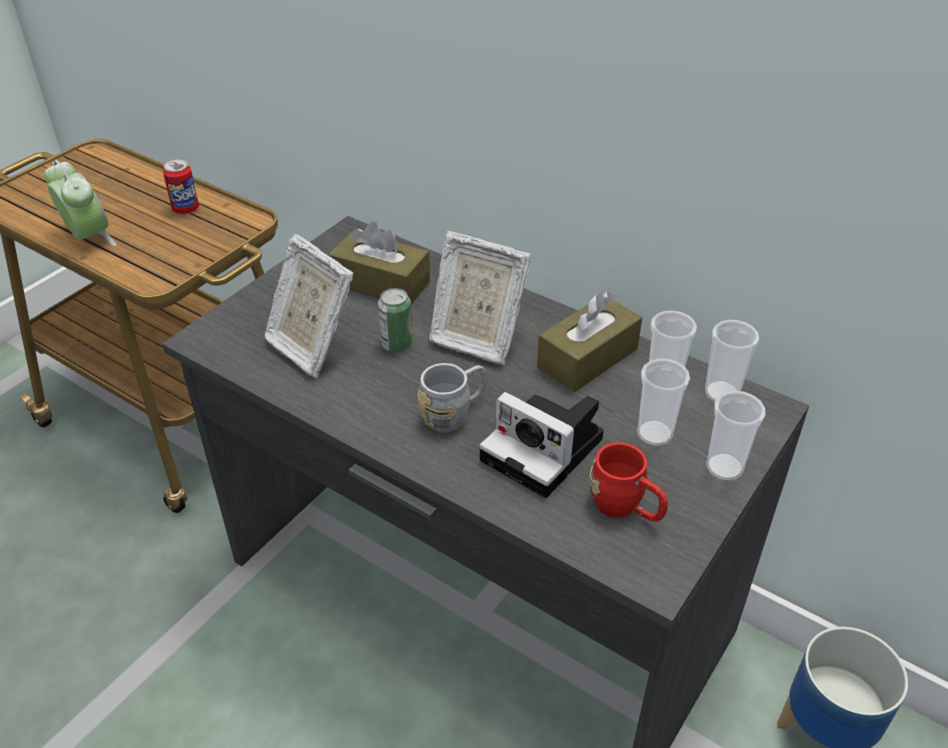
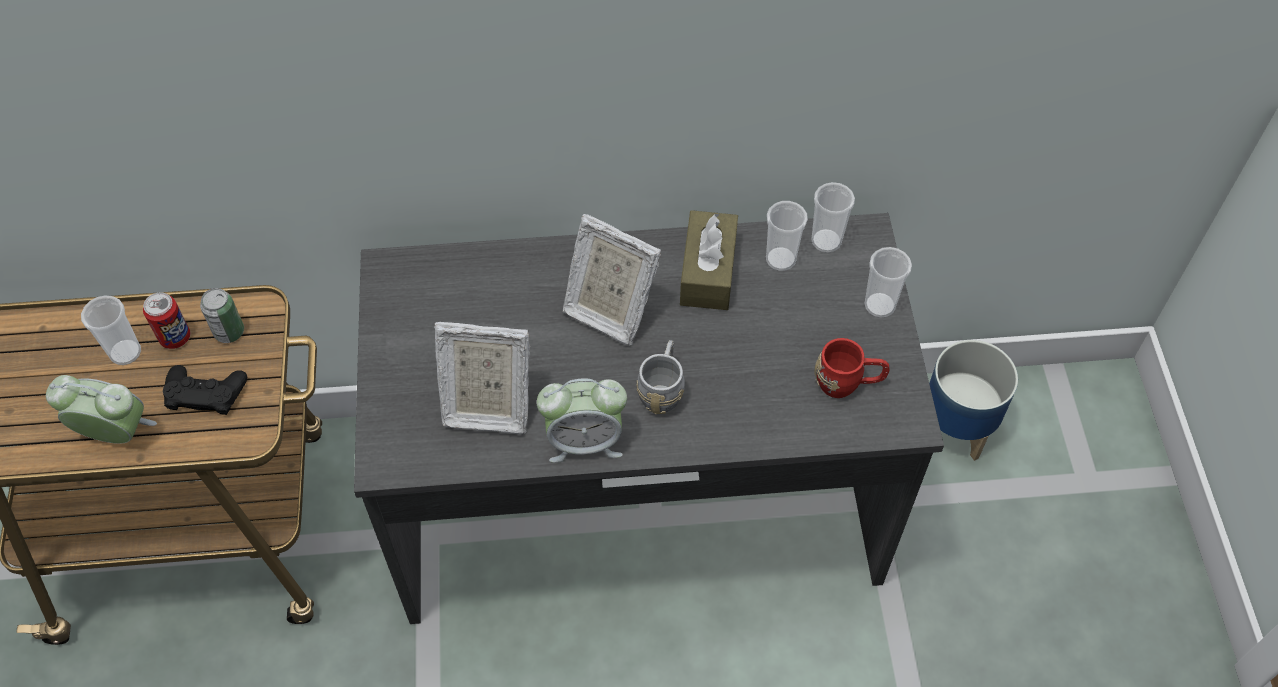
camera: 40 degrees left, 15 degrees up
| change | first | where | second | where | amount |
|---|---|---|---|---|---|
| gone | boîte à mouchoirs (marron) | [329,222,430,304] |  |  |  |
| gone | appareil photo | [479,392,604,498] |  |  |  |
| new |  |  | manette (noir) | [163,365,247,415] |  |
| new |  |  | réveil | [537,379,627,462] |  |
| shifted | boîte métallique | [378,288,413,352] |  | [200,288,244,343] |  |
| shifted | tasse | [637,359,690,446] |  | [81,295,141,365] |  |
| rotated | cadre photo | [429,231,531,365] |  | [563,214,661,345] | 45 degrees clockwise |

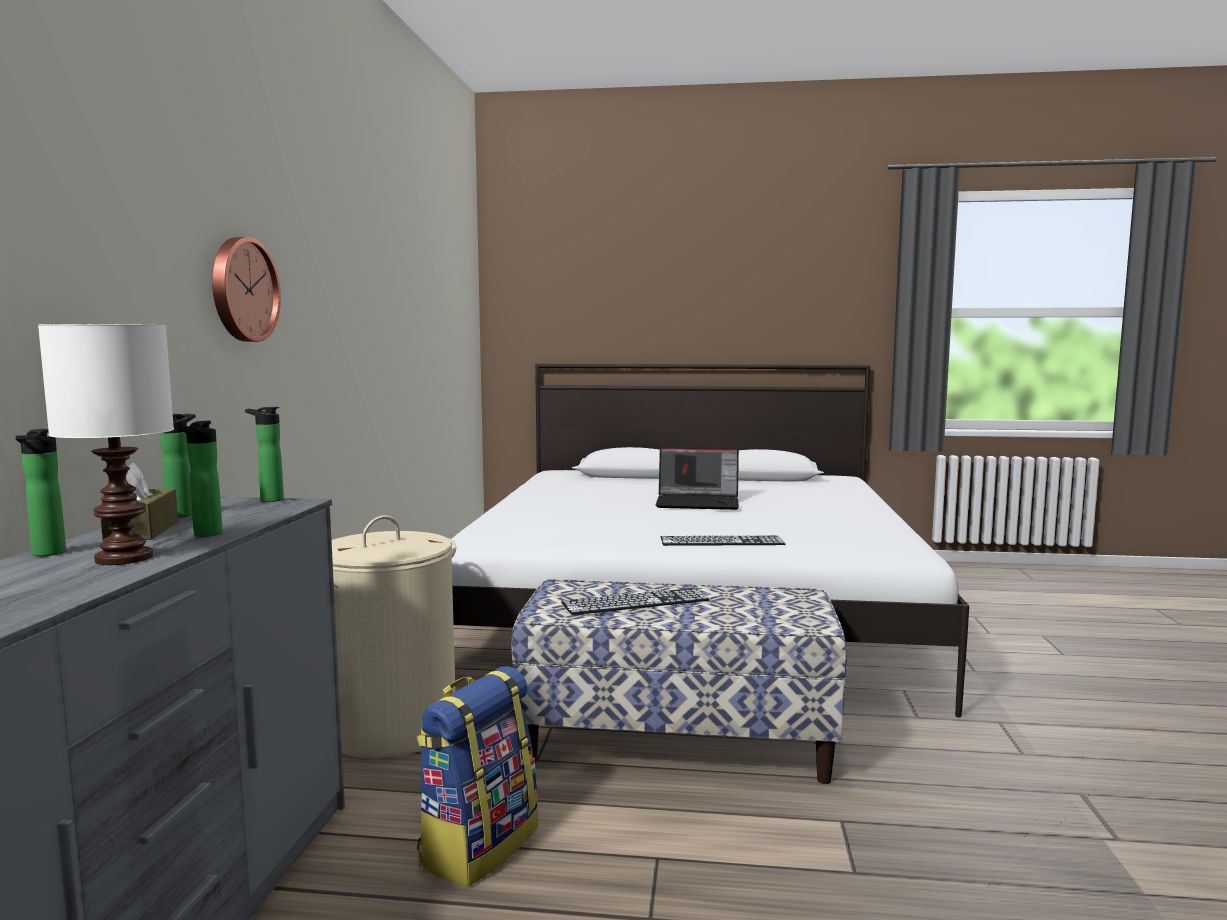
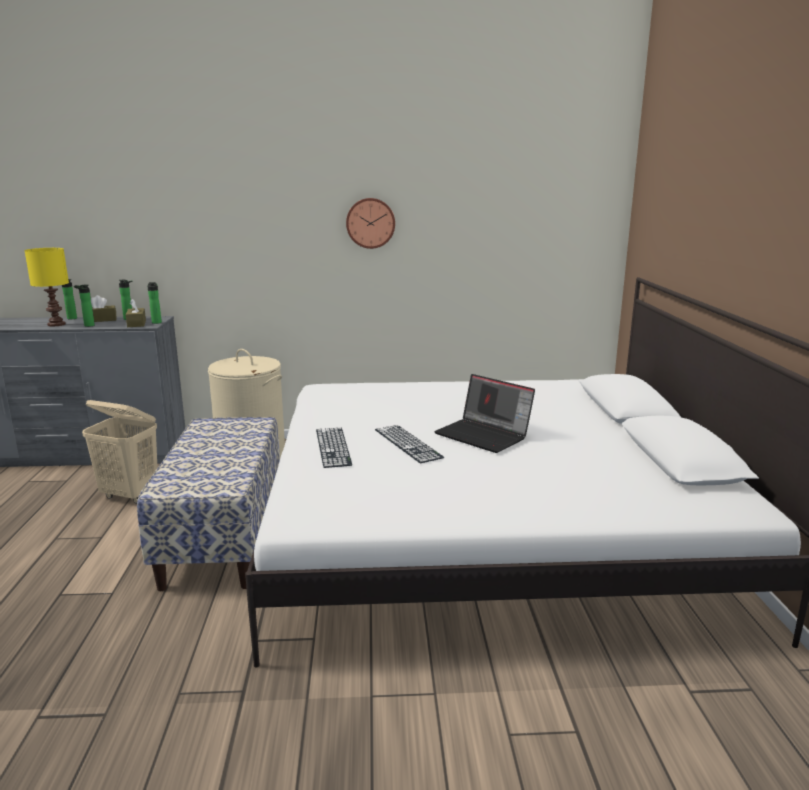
camera: 80 degrees right, 10 degrees up
| change | first | where | second | where | amount |
|---|---|---|---|---|---|
| new |  |  | boîte à mouchoirs (marron) | [126,299,146,327] |  |
| shifted | horloge murale | [212,237,281,342] |  | [346,198,395,249] |  |
| shifted | clavier | [561,588,709,615] |  | [375,425,444,463] |  |
| swapped | sac à dos | [416,666,538,887] | panier à linge (beige) | [82,400,158,504] |  |
| repainted | lampe de table (blanc) | [38,324,174,565] | lampe de table (jaune) | [24,248,69,326] |  |
| rotated | ordinateur portable | [656,447,739,510] |  | [434,374,535,453] | 45 degrees counterclockwise |

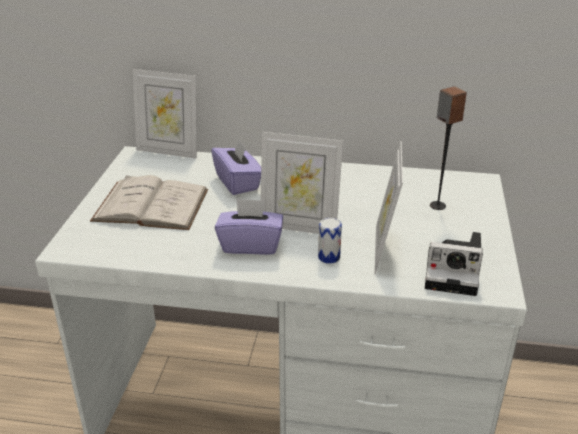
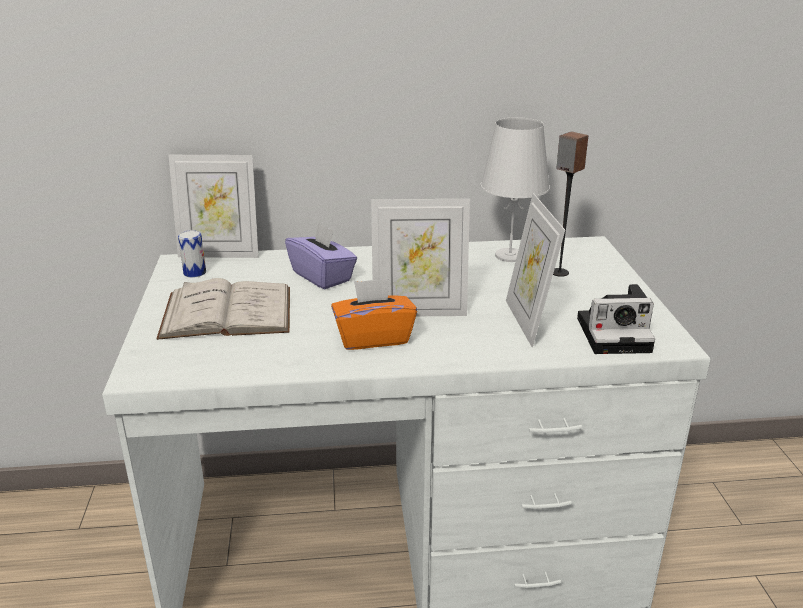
camera: 15 degrees left, 5 degrees down
| change | first | where | second | where | amount |
|---|---|---|---|---|---|
| new |  |  | lampe de table (blanc) | [480,117,550,262] |  |
| shifted | boîte métallique | [318,218,342,264] |  | [178,230,206,278] |  |
| repainted | boîte à mouchoirs (violet) | [215,198,283,255] | boîte à mouchoirs (orange) | [331,278,417,350] |  |

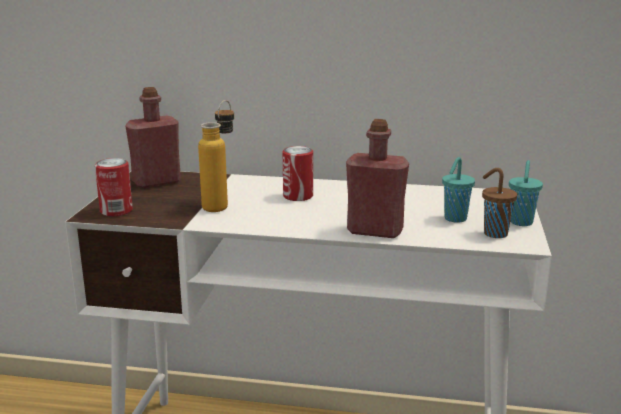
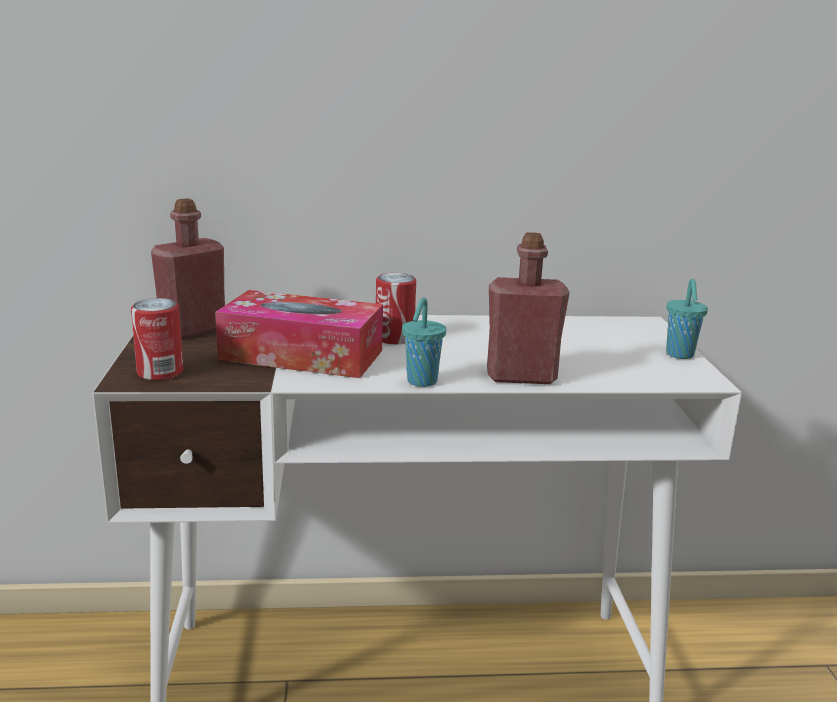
camera: 15 degrees left, 0 degrees up
| change | first | where | second | where | amount |
|---|---|---|---|---|---|
| gone | tasse (marron) | [482,168,517,238] |  |  |  |
| shifted | tasse (turquoise) | [442,157,475,223] |  | [402,297,446,387] |  |
| swapped | bouteille | [198,100,234,212] | boîte à mouchoirs | [215,290,383,378] |  |

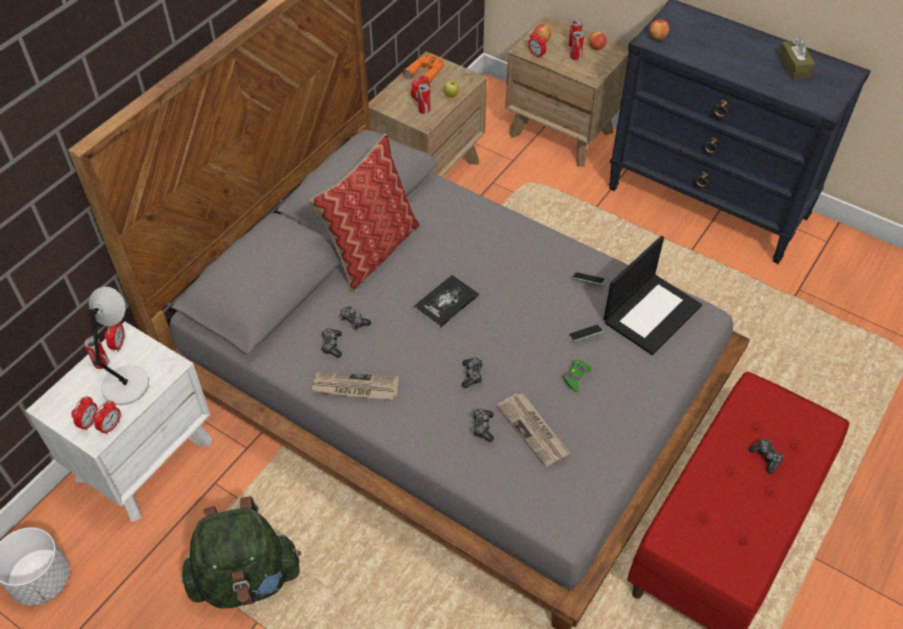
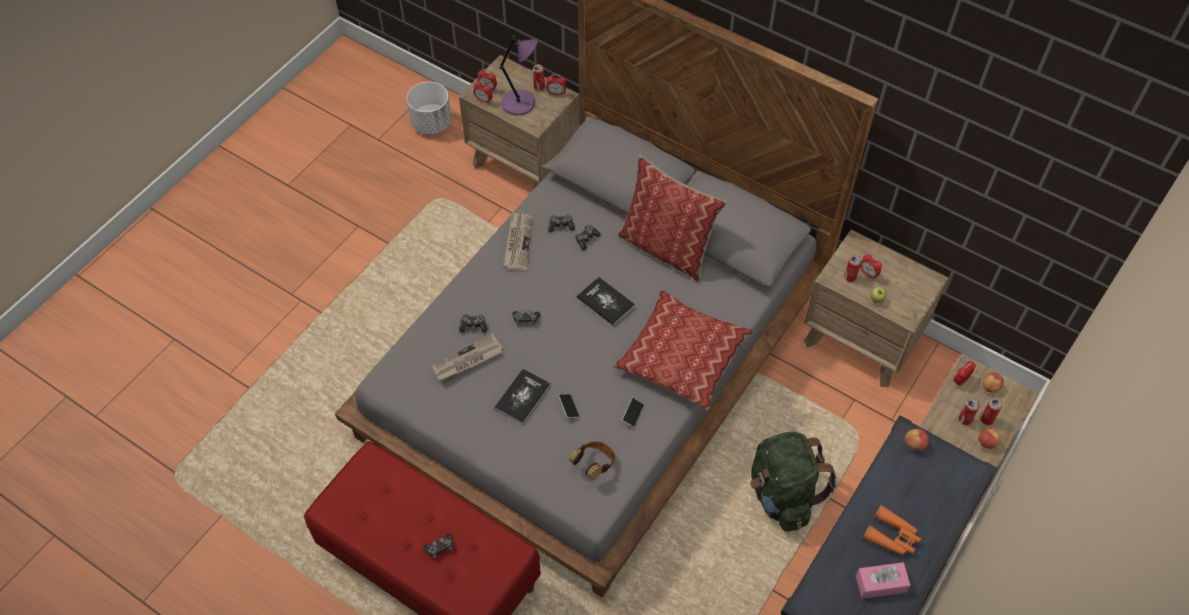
camera: 90 degrees right, 5 degrees up
| change | first | where | second | where | amount |
|---|---|---|---|---|---|
| new |  |  | coussin | [613,290,754,411] |  |
| shifted | sac à dos (vert) | [181,496,301,608] |  | [750,432,837,532] |  |
| shifted | jumelles (orange) | [403,54,444,84] |  | [863,505,921,556] |  |
| swapped | manette (vert) | [563,360,591,392] | livre | [494,369,551,424] |  |
| swapped | ordinateur portable | [604,236,702,355] | casque audio | [569,441,615,479] |  |
| repainted | table de chevet (blanc) | [26,322,212,522] | table de chevet (marron) | [459,55,580,188] |  |
| repainted | lampe de table (gris) | [87,287,149,405] | lampe de table (violet) | [499,35,538,115] |  |
| repainted | boîte à mouchoirs (marron) | [778,38,815,79] | boîte à mouchoirs (rose) | [856,562,910,599] |  |

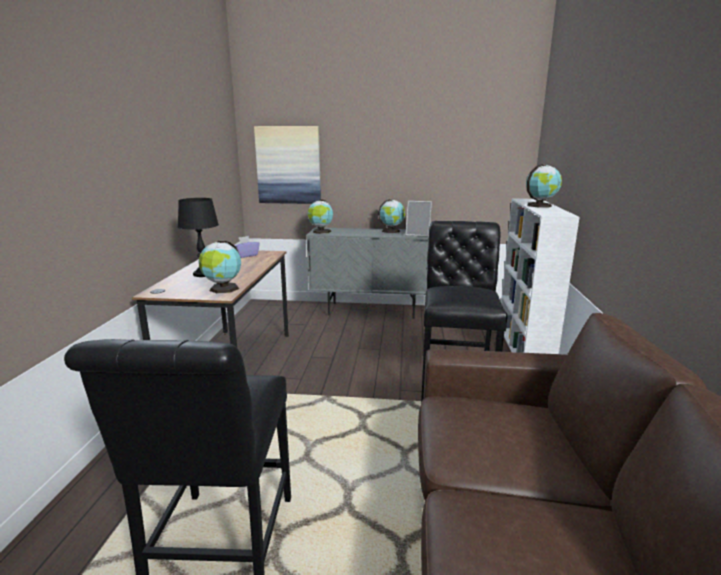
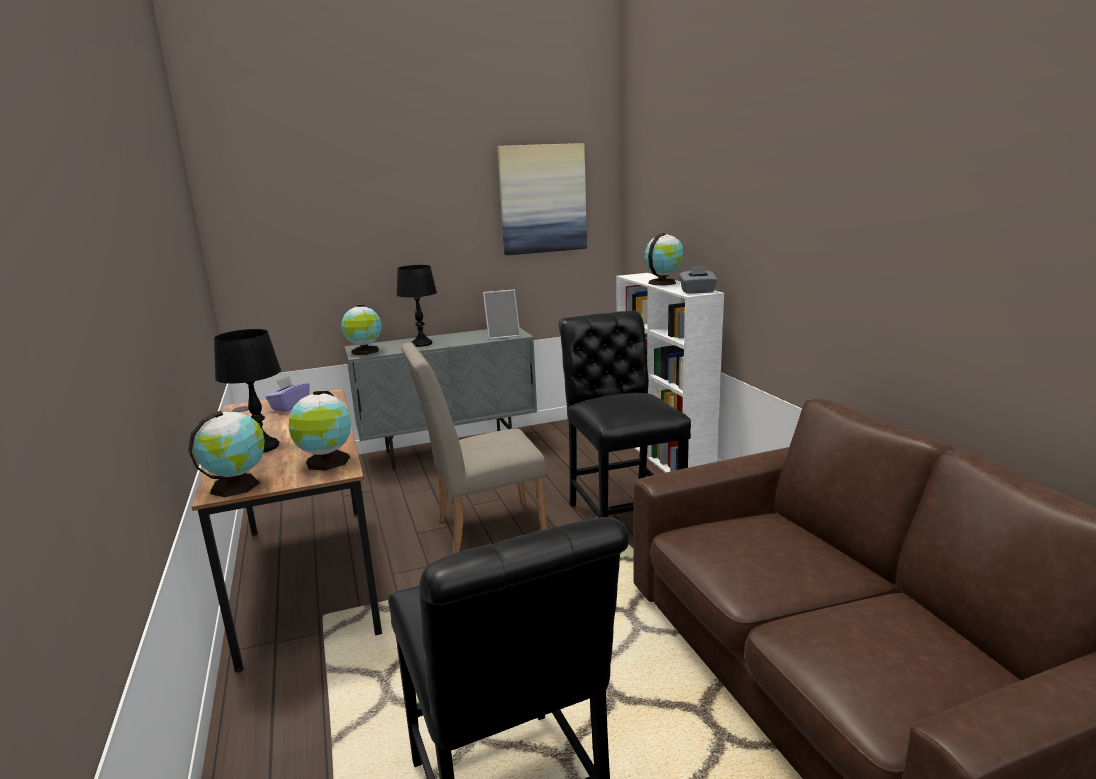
camera: 25 degrees left, 0 degrees up
| change | first | where | second | where | amount |
|---|---|---|---|---|---|
| new |  |  | lampe de table (noir) | [396,265,437,347] |  |
| new |  |  | chaise (beige) | [401,342,547,554] |  |
| new |  |  | boîte à mouchoirs (gris) | [679,266,717,294] |  |
| shifted | tableau | [254,126,321,204] |  | [498,143,587,255] |  |
| shifted | globe | [378,199,405,233] |  | [188,411,265,497] |  |

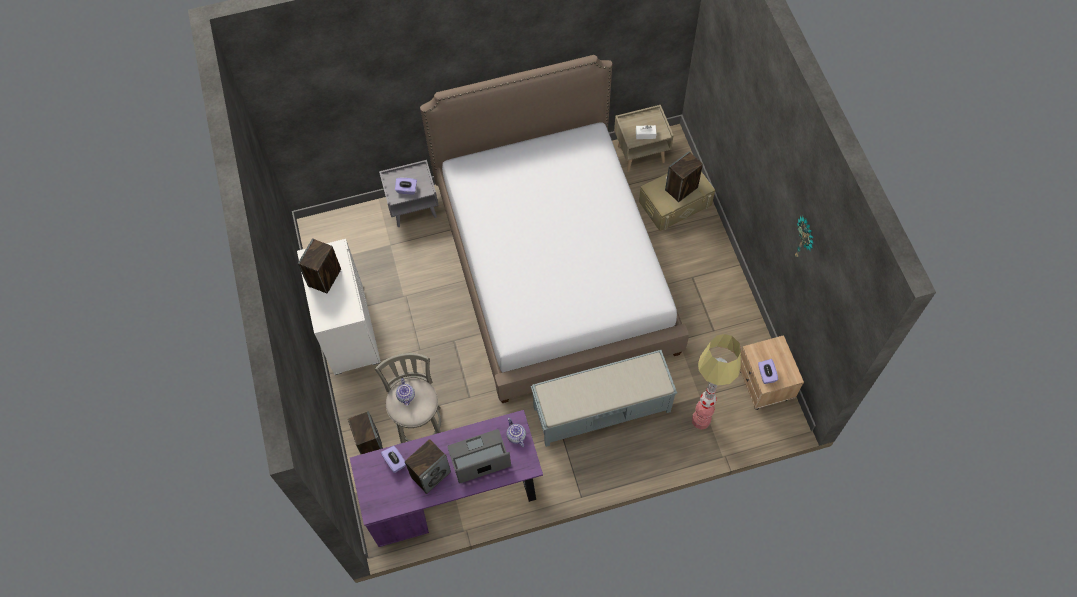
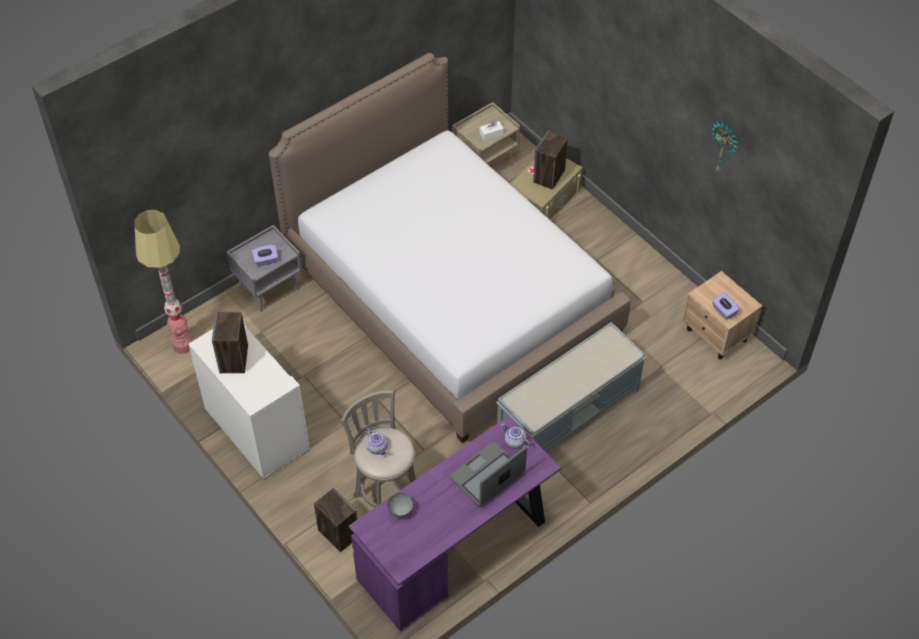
camera: 25 degrees left, 10 degrees down
| change | first | where | second | where | amount |
|---|---|---|---|---|---|
| gone | enceinte | [405,439,451,494] |  |  |  |
| shifted | lampadaire | [692,334,741,430] |  | [134,210,192,354] |  |
| swapped | boîte à mouchoirs (violet) | [381,446,406,473] | bol (gris) | [388,493,413,518] |  |

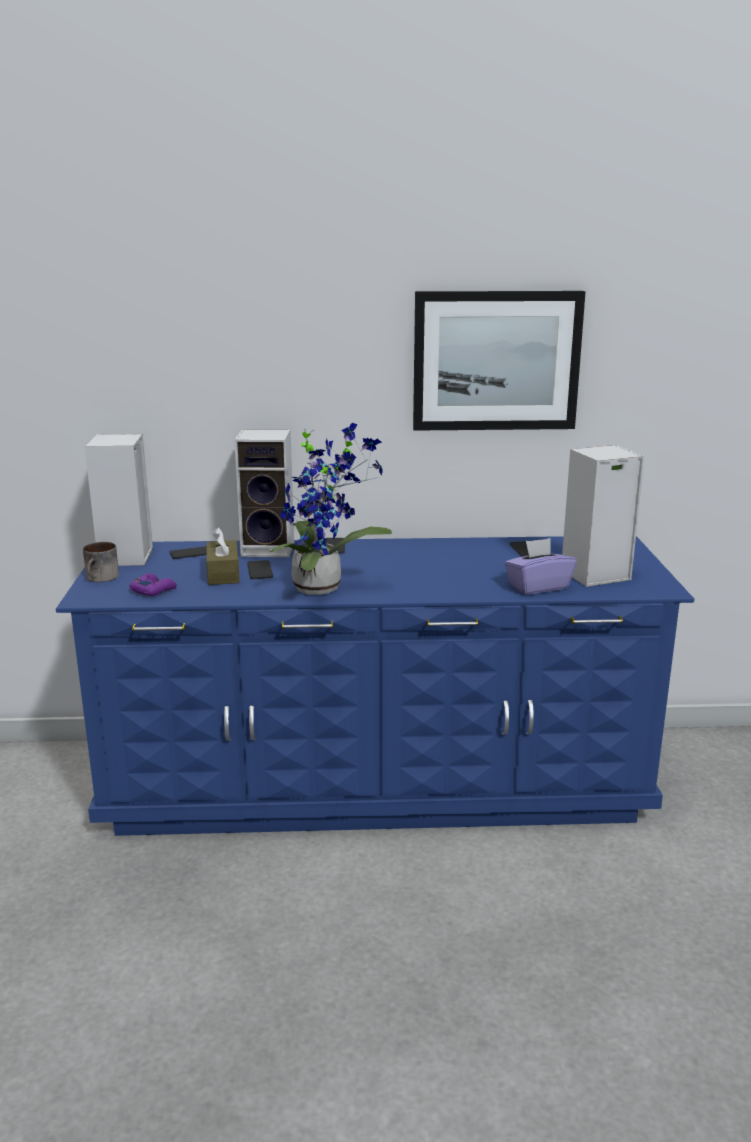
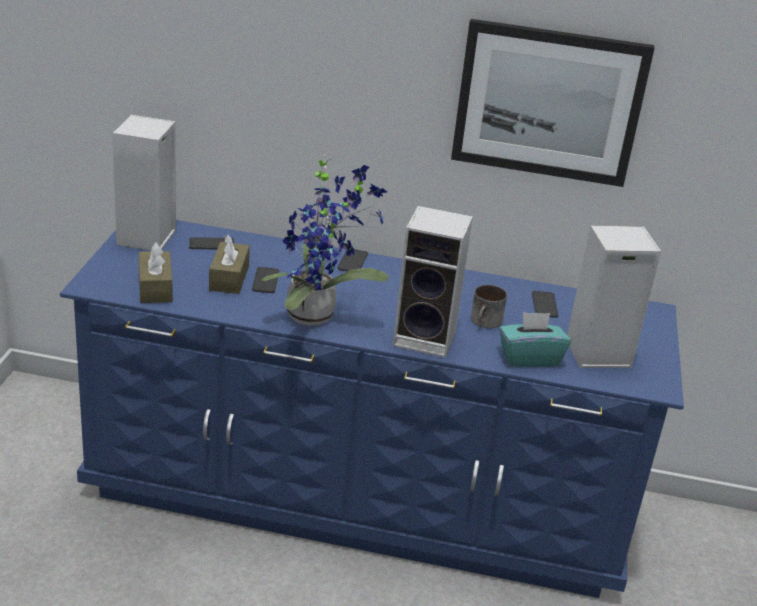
camera: 10 degrees right, 10 degrees up
| change | first | where | second | where | amount |
|---|---|---|---|---|---|
| shifted | mug | [83,542,119,582] |  | [471,285,507,328] |  |
| shifted | enceinte | [234,429,294,557] |  | [393,206,473,358] |  |
| swapped | manette (violet) | [129,573,177,596] | boîte à mouchoirs (marron) | [139,242,173,303] |  |
| repainted | boîte à mouchoirs (violet) | [504,538,577,595] | boîte à mouchoirs (turquoise) | [499,312,571,367] |  |

